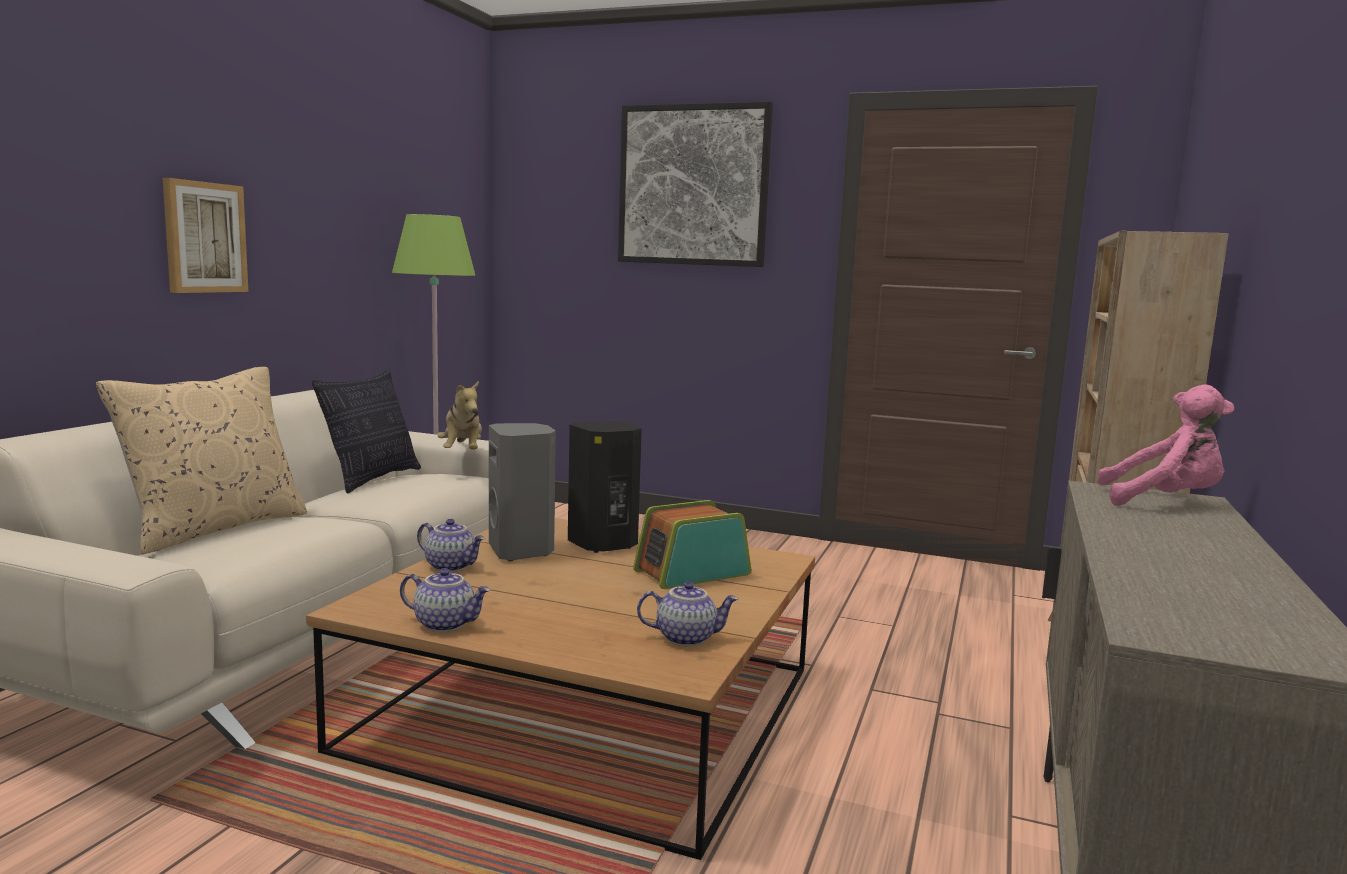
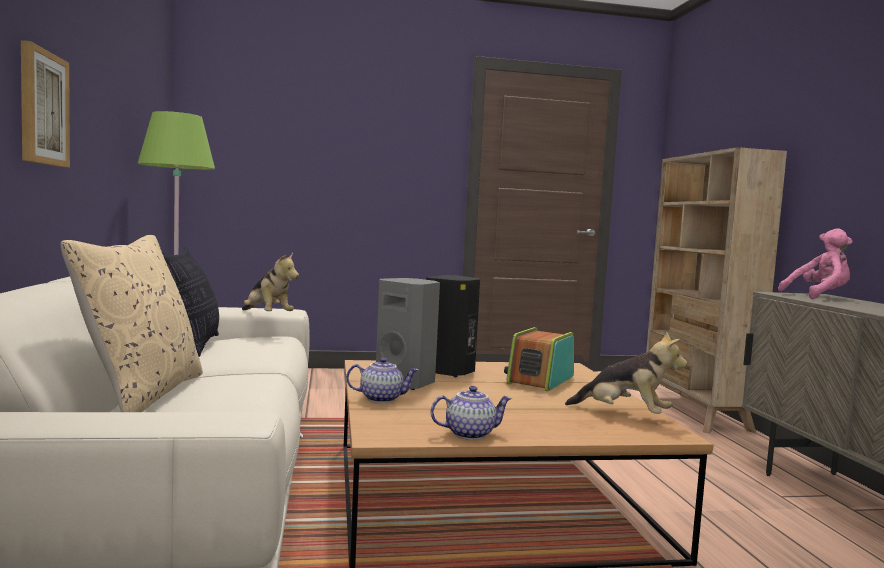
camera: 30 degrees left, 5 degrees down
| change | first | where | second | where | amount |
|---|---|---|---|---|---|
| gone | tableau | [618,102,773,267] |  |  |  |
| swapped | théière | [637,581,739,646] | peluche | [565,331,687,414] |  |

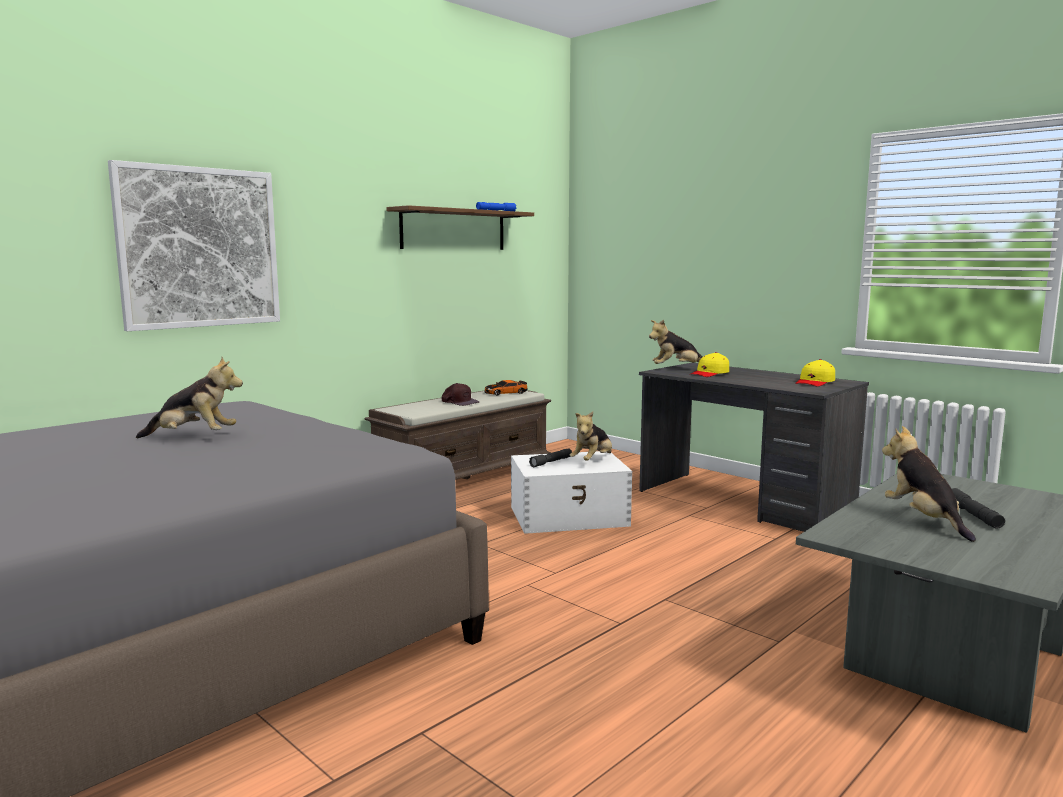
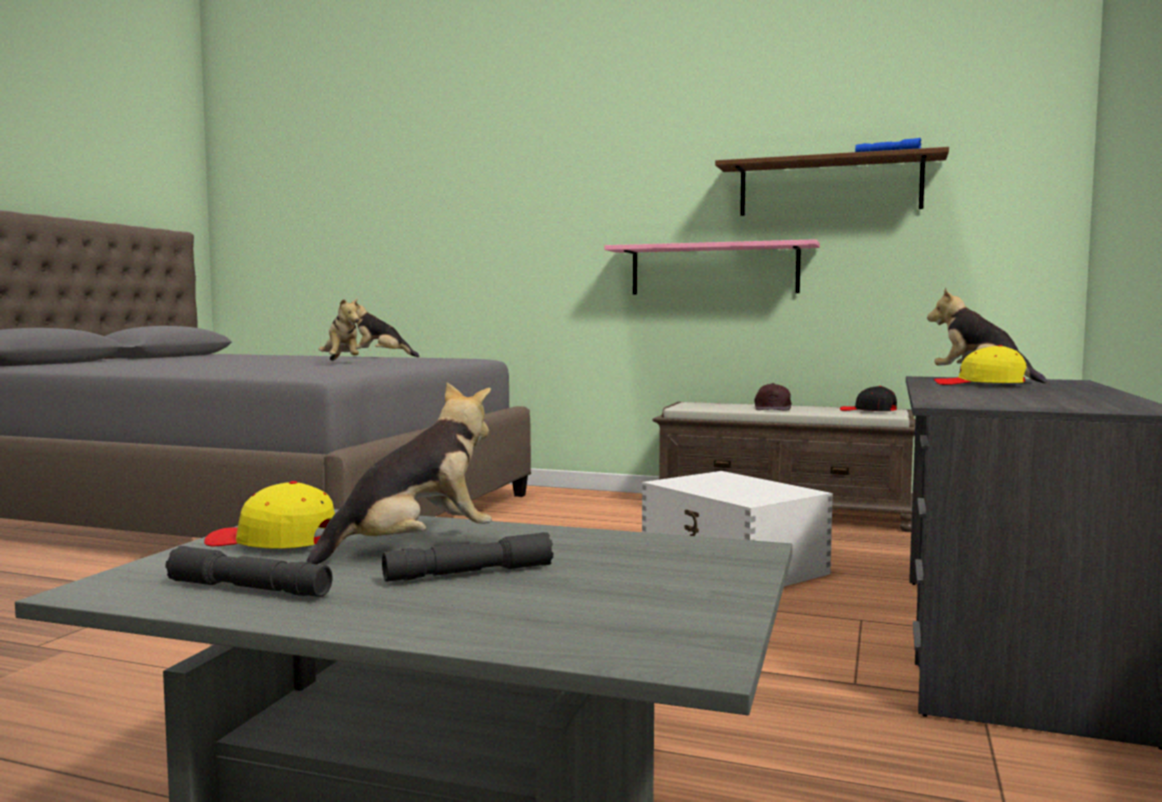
camera: 65 degrees right, 5 degrees down
| change | first | where | second | where | amount |
|---|---|---|---|---|---|
| gone | tableau | [108,160,280,331] |  |  |  |
| new |  |  | étagère (rose) | [604,239,820,294] |  |
| shifted | lampe de poche (gris) | [529,448,572,467] |  | [165,546,332,597] |  |
| shifted | peluche | [570,412,612,461] |  | [351,301,419,357] |  |
| shifted | casquette (jaune) | [795,359,835,386] |  | [204,481,335,549] |  |
| swapped | petite voiture | [485,380,528,396] | casquette (noir) | [840,386,897,411] |  |

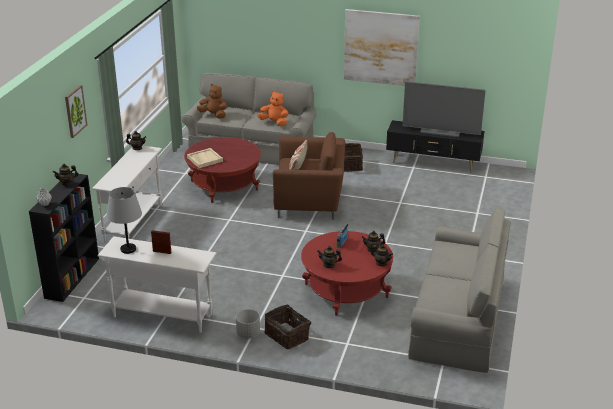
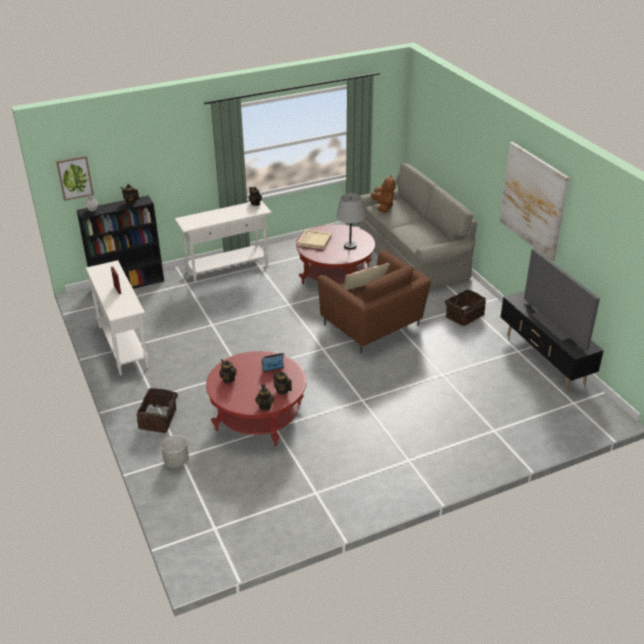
camera: 50 degrees right, 5 degrees up
| change | first | where | second | where | amount |
|---|---|---|---|---|---|
| gone | peluche (orange) | [257,91,288,126] |  |  |  |
| gone | canapé (gris) | [408,207,511,373] |  |  |  |
| shifted | tableau | [65,85,87,138] |  | [56,156,94,201] |  |
| shifted | lampe de table (gris) | [107,187,142,254] |  | [336,193,365,249] |  |
| shifted | cache-pot (gris) | [236,309,260,339] |  | [161,435,189,467] |  |

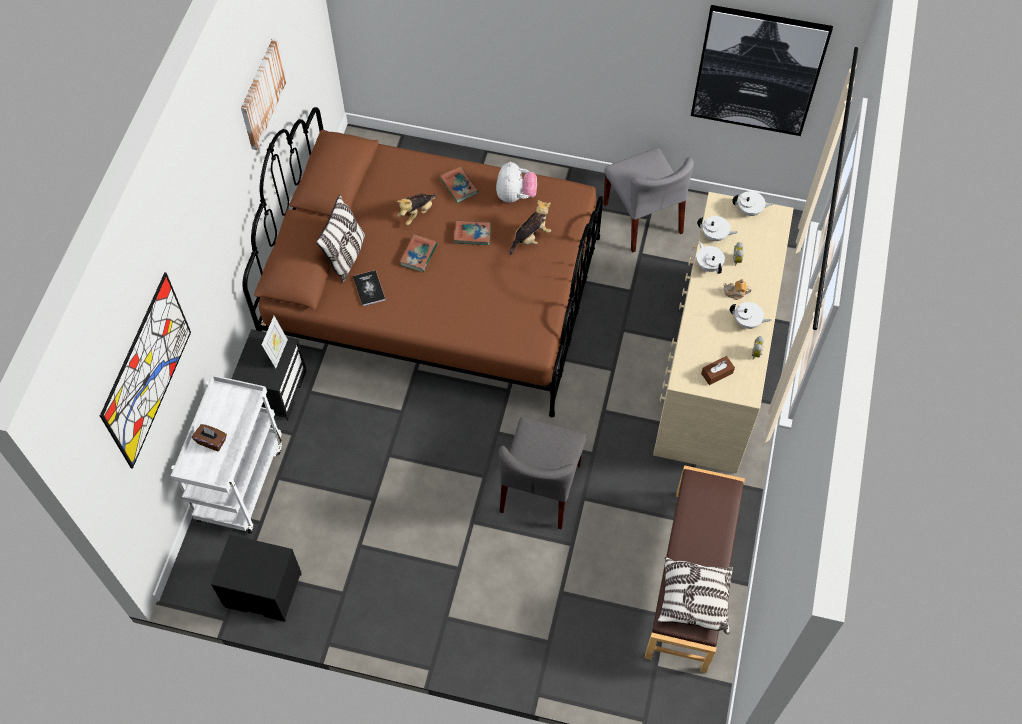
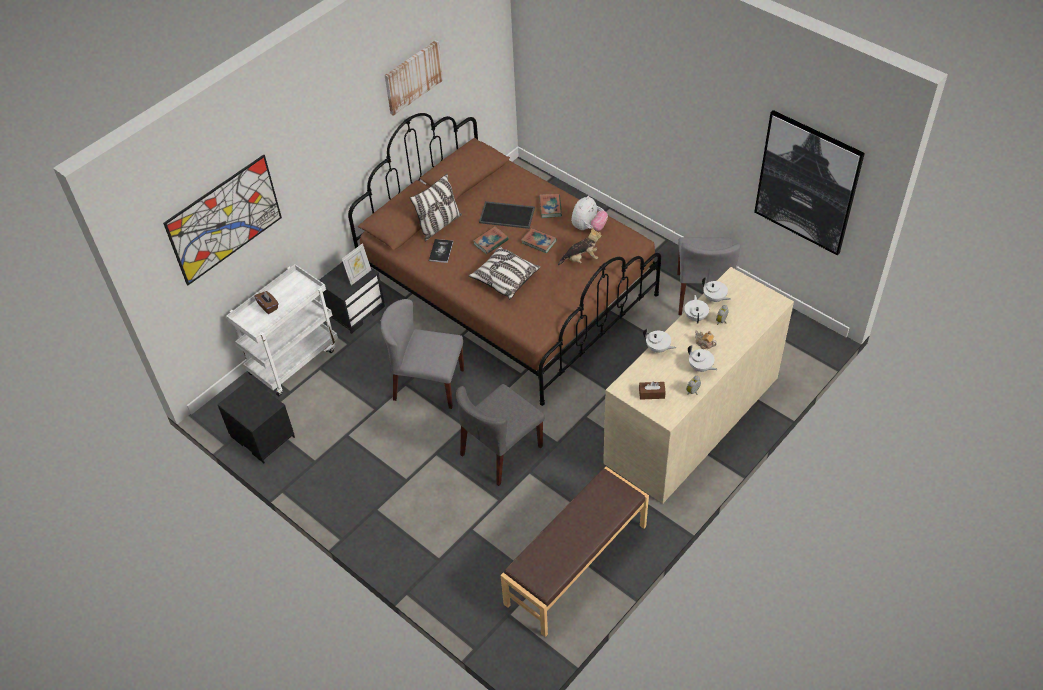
camera: 30 degrees right, 10 degrees down
| change | first | where | second | where | amount |
|---|---|---|---|---|---|
| new |  |  | chaise (gris) | [381,299,464,409] |  |
| shifted | coussin | [657,557,733,635] |  | [469,246,540,299] |  |
| shifted | théière (blanc) | [732,191,773,217] |  | [643,329,676,353] |  |
| swapped | peluche | [397,194,436,225] | plateau | [479,201,535,229] |  |

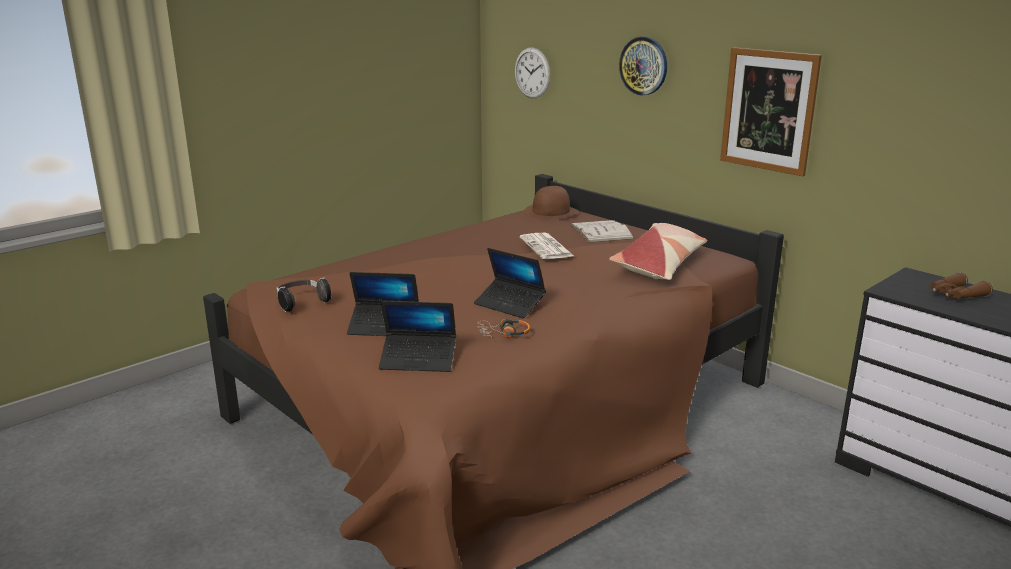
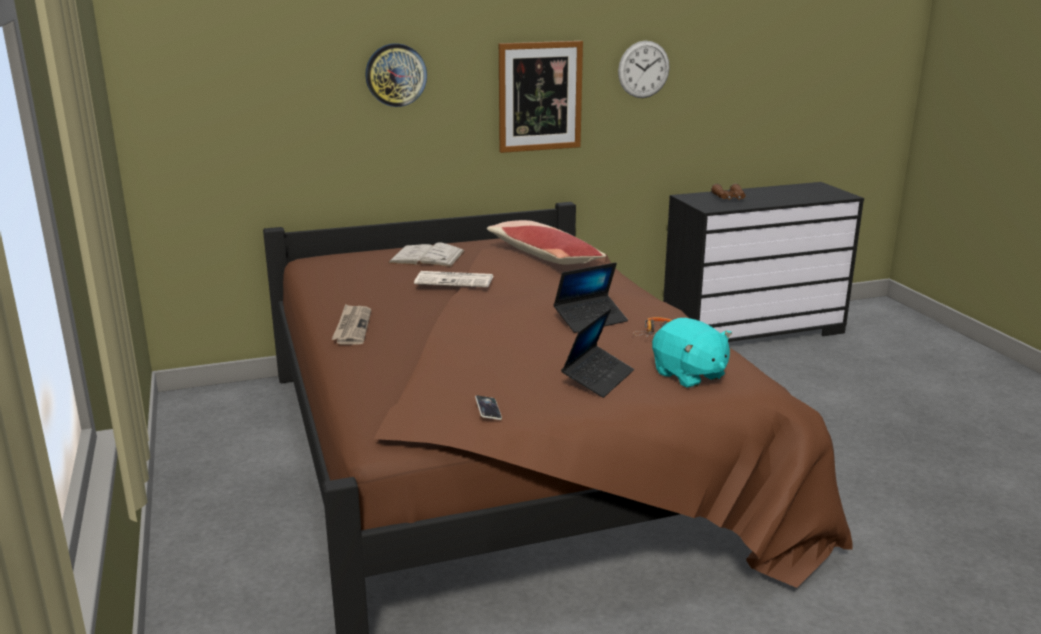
camera: 65 degrees left, 0 degrees up
| change | first | where | second | where | amount |
|---|---|---|---|---|---|
| gone | chapeau (marron) | [524,186,579,220] |  |  |  |
| new |  |  | journal | [332,304,371,345] |  |
| shifted | horloge murale | [515,47,550,98] |  | [618,41,670,98] |  |
| swapped | casque audio | [276,278,331,312] | téléphone | [475,395,502,420] |  |
| swapped | ordinateur portable | [379,301,456,372] | peluche (turquoise) | [652,318,732,388] |  |

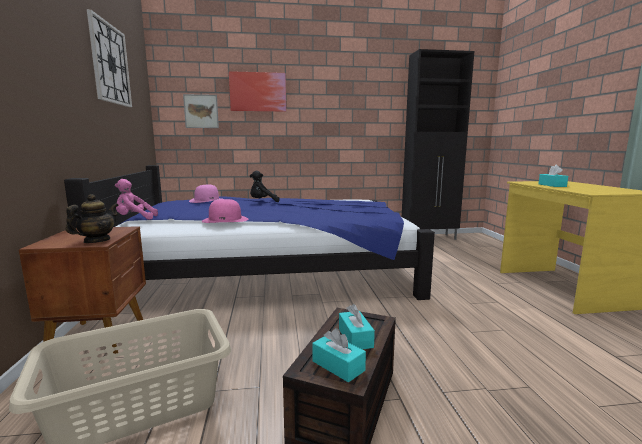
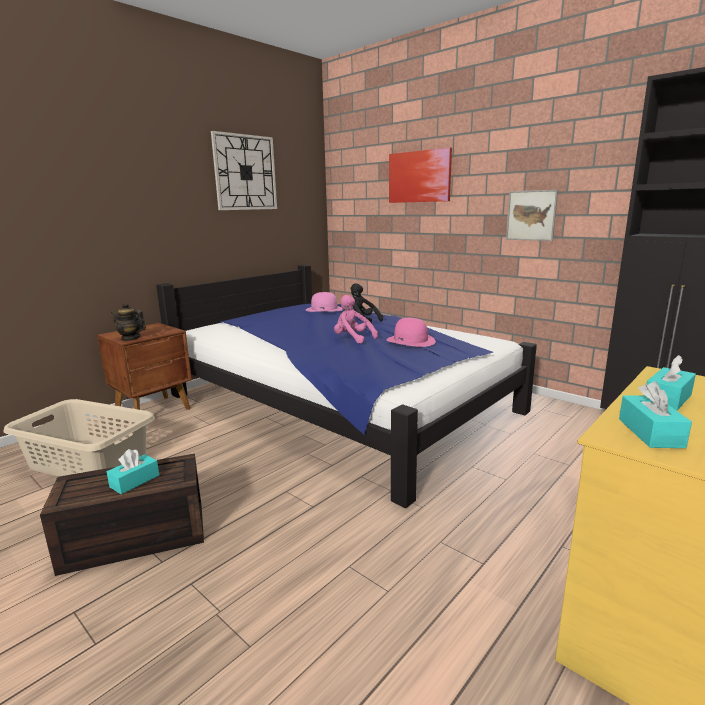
camera: 50 degrees right, 5 degrees up
| change | first | where | second | where | amount |
|---|---|---|---|---|---|
| shifted | peluche (rose) | [115,179,158,220] |  | [334,295,378,344] |  |
| shifted | tableau | [183,94,219,128] |  | [506,190,558,241] |  |
| shifted | chapeau (rose) | [202,199,248,223] |  | [387,318,436,347] |  |
| shifted | boîte à mouchoirs (turquoise) | [312,328,366,383] |  | [619,382,692,448] |  |
| rotated | théière | [66,194,119,243] |  | [111,303,146,341] | 150 degrees counterclockwise |

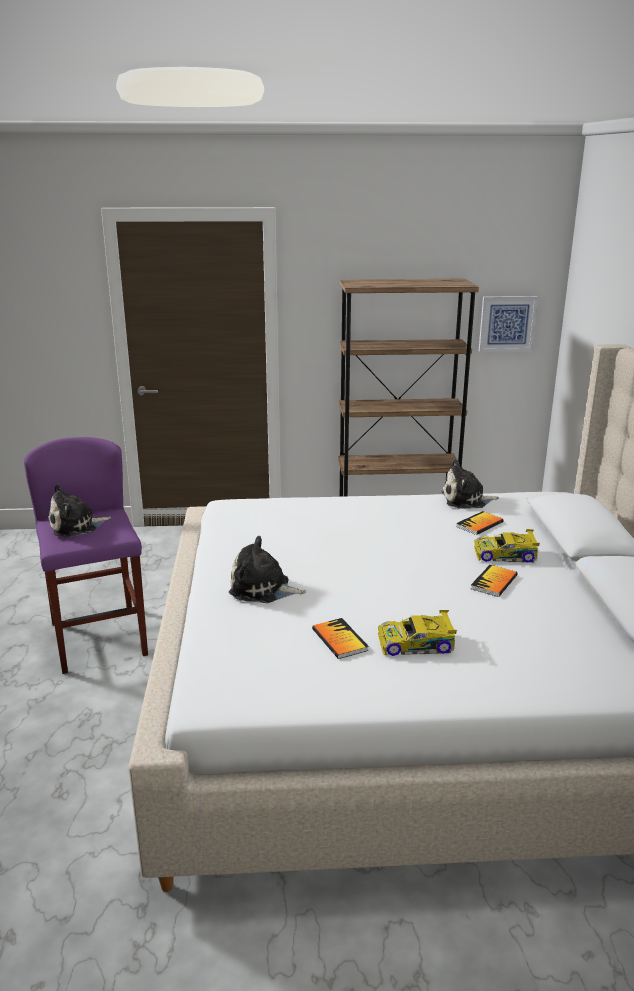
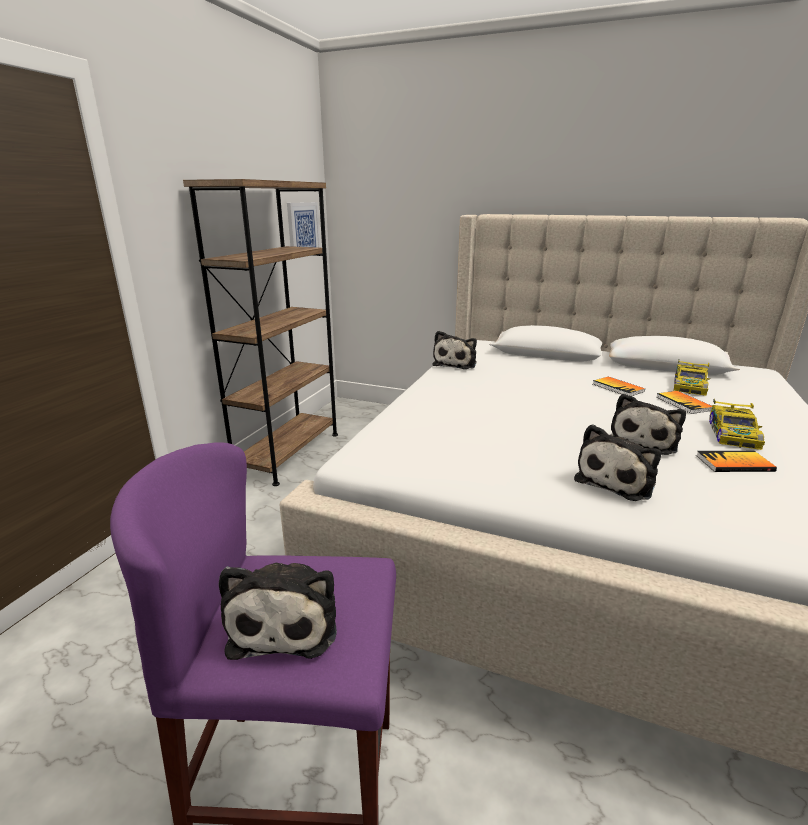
camera: 65 degrees left, 0 degrees up
| change | first | where | second | where | amount |
|---|---|---|---|---|---|
| new |  |  | peluche | [610,393,686,455] |  |
| shifted | livre | [456,511,504,535] |  | [656,391,712,414] |  |
| shifted | petite voiture | [474,529,540,563] |  | [673,359,710,396] |  |

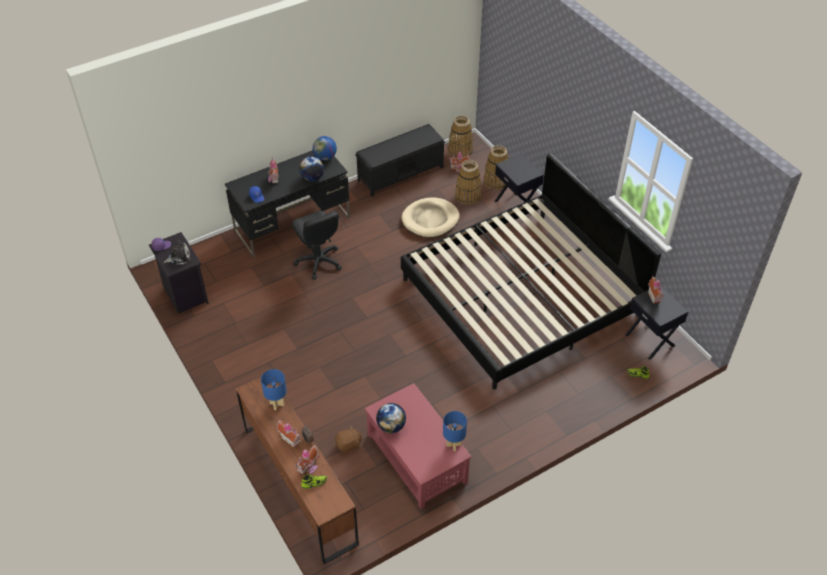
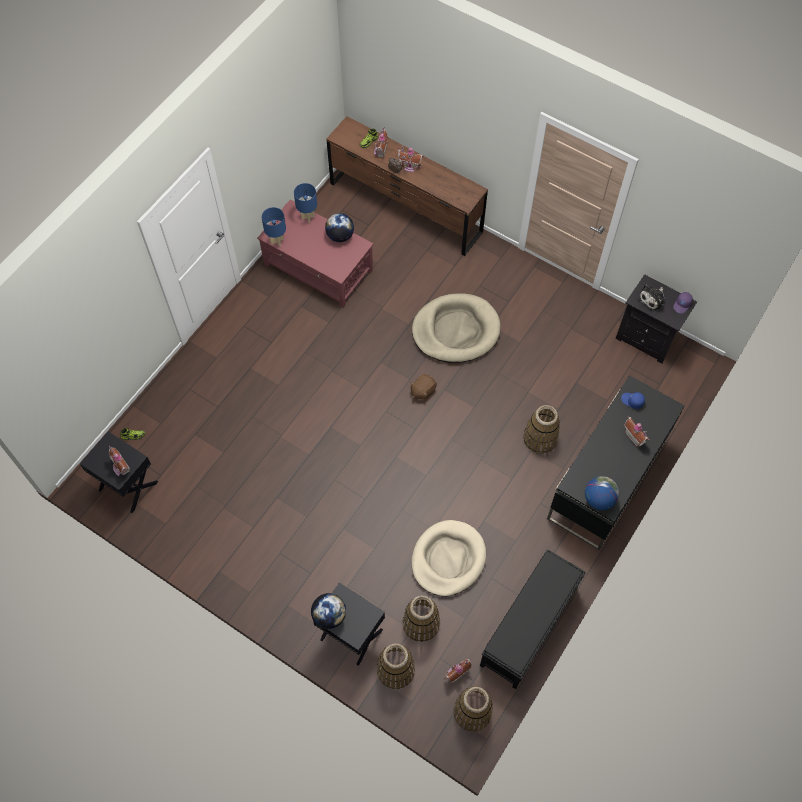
camera: 155 degrees right, 15 degrees up
| change | first | where | second | where | amount |
|---|---|---|---|---|---|
| gone | lit | [401,153,661,389] |  |  |  |
| new |  |  | panier pour chien (beige) | [412,293,501,363] |  |
| shifted | lampe de table (bleu) | [261,369,287,410] |  | [294,183,317,223] |  |
| shifted | globe | [299,156,324,181] |  | [311,593,346,629] |  |
| shifted | peluche (marron) | [335,426,362,453] |  | [410,374,437,401] |  |
| swapped | chaise de bureau (noir) | [292,211,342,280] | panier | [523,405,560,454] |  |

